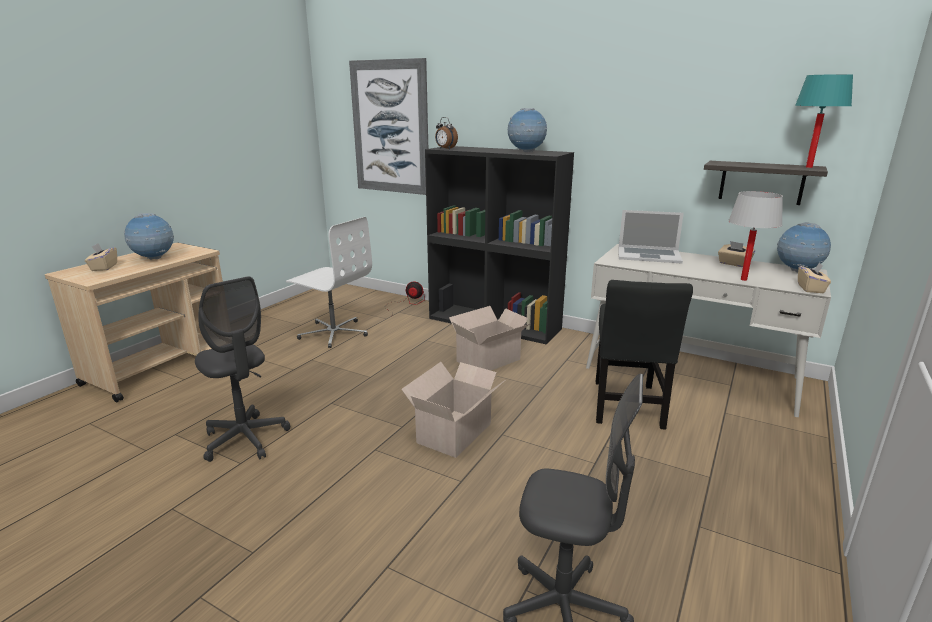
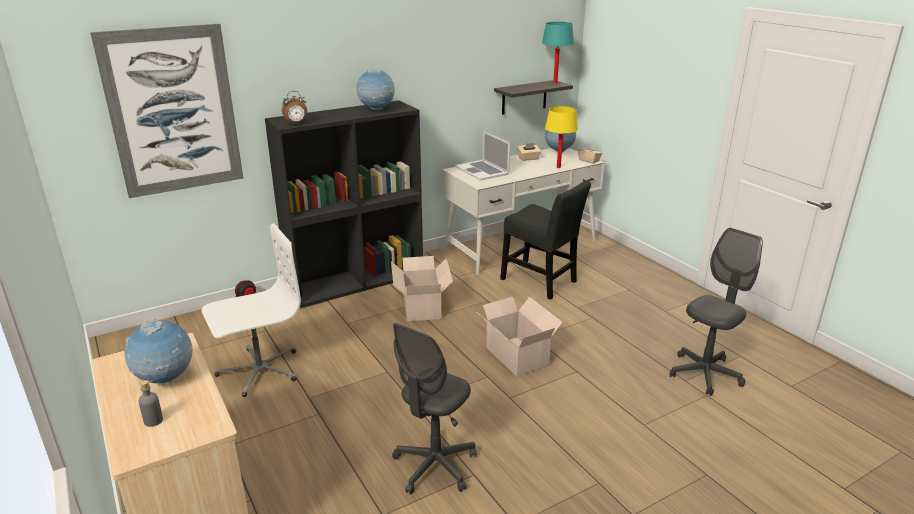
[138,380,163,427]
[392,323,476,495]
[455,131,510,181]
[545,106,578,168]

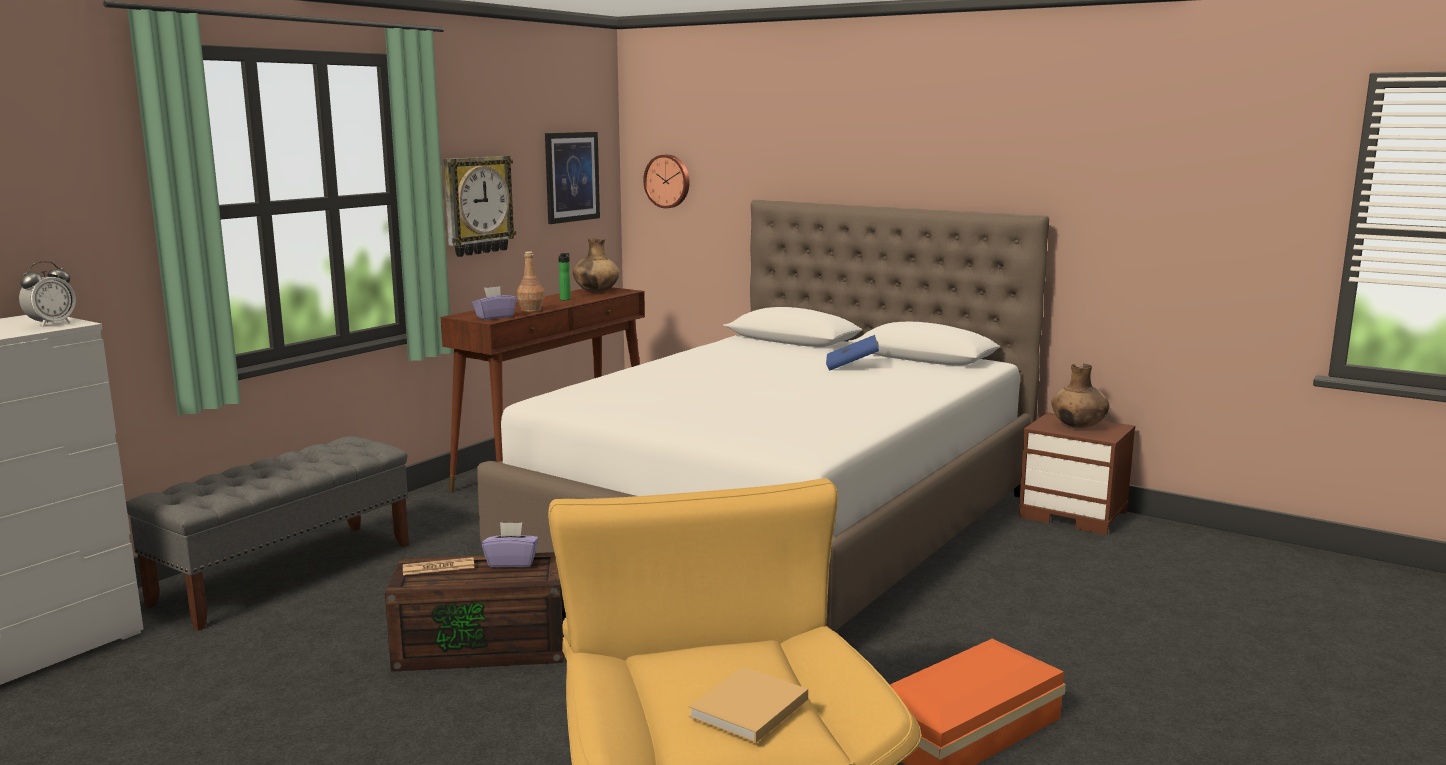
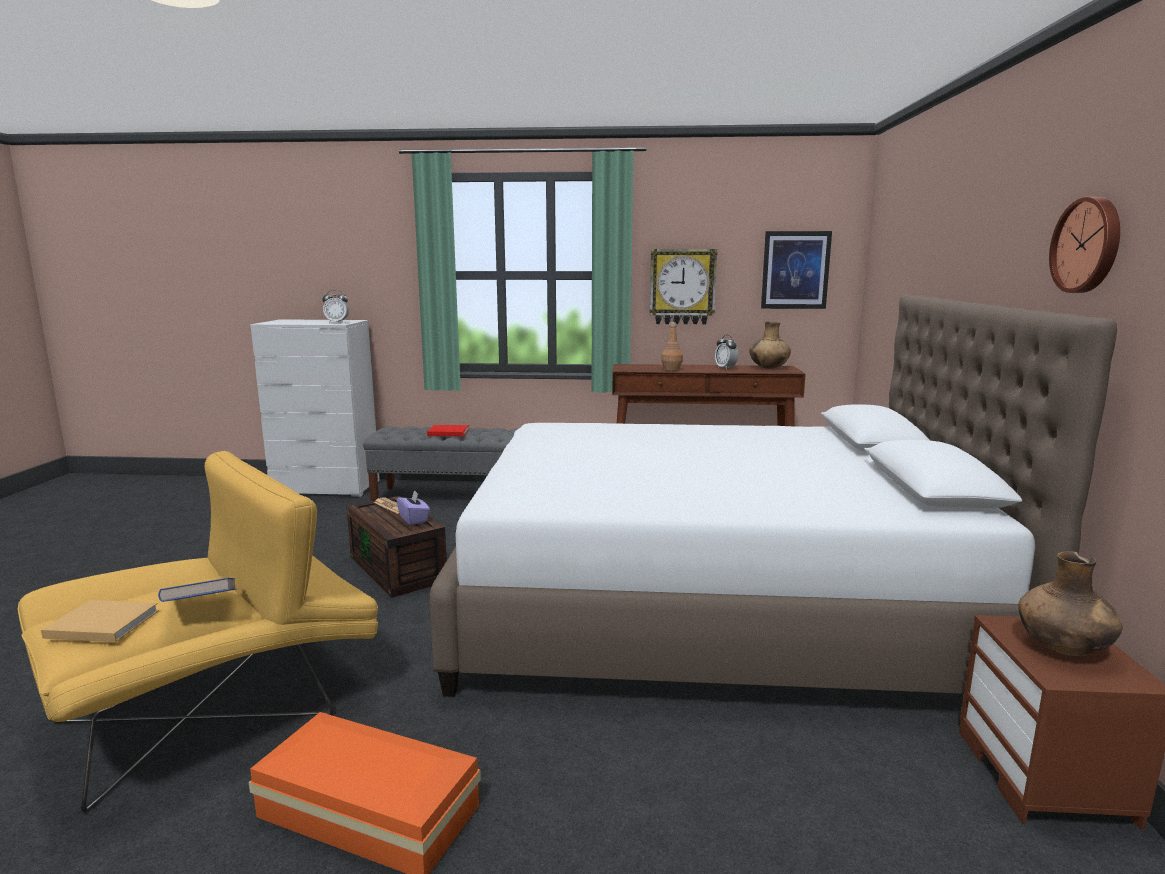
[158,578,236,602]
[427,425,469,436]
[715,335,738,370]
[1049,197,1120,293]
[472,286,516,320] (first image)

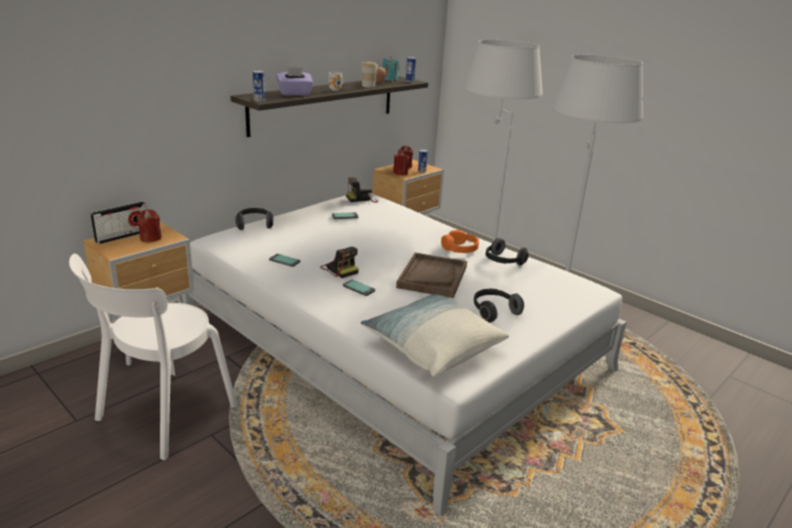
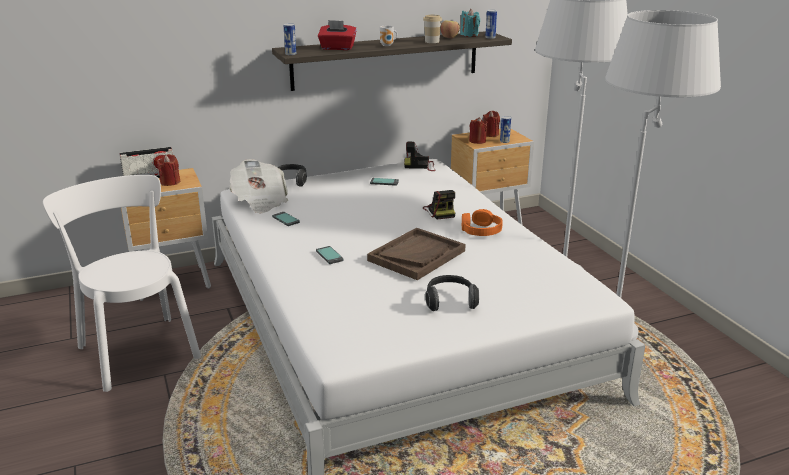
[43,175,201,392]
[229,159,288,214]
[318,20,357,50]
[423,190,456,220]
[361,294,509,377] (first image)
[485,238,529,266] (first image)

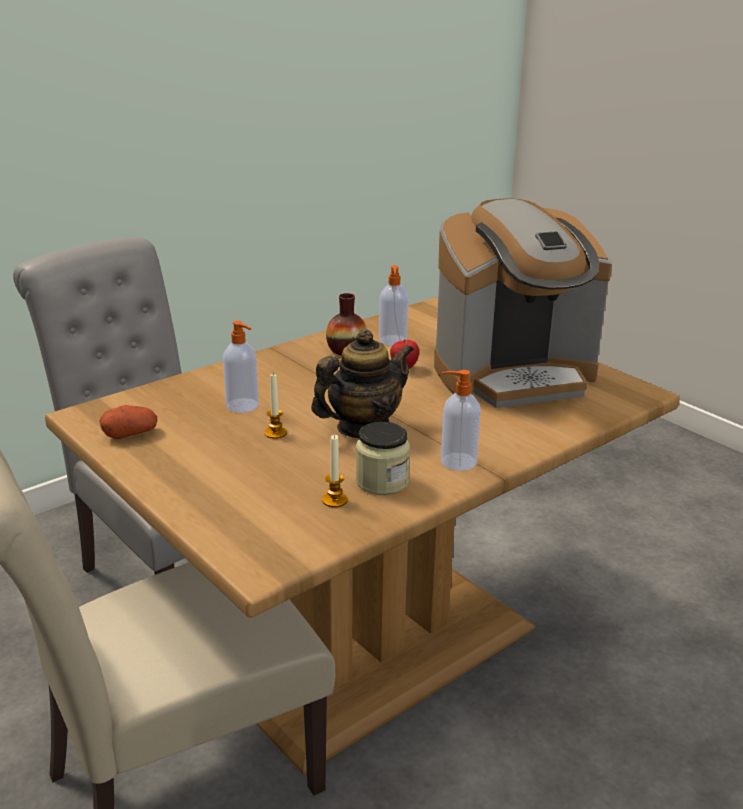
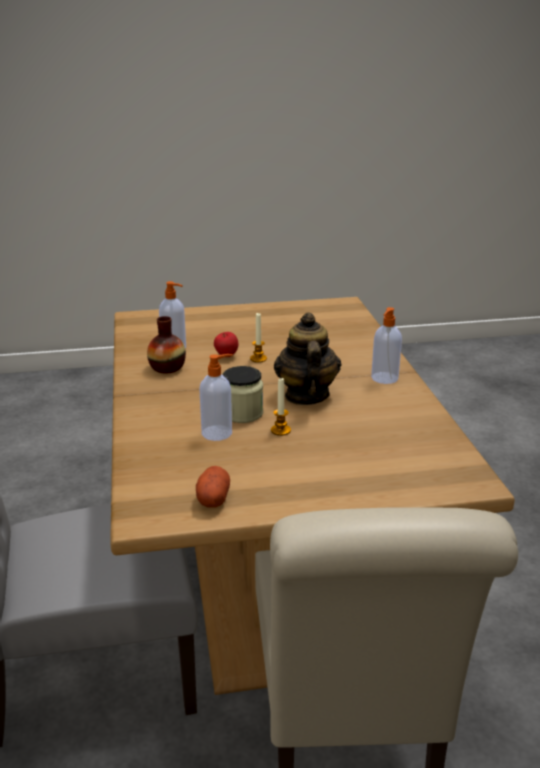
[223,366,263,423]
[250,313,267,363]
[434,199,612,408] (first image)

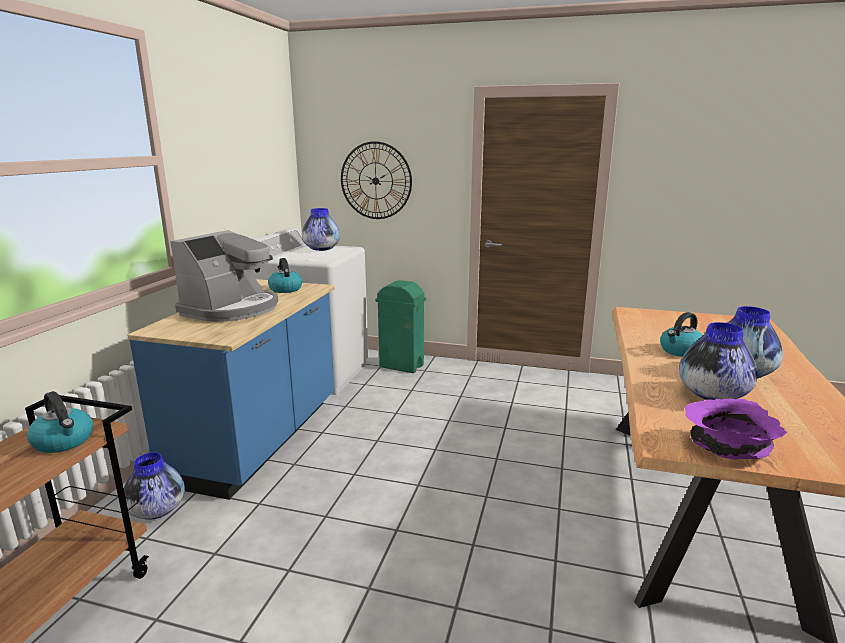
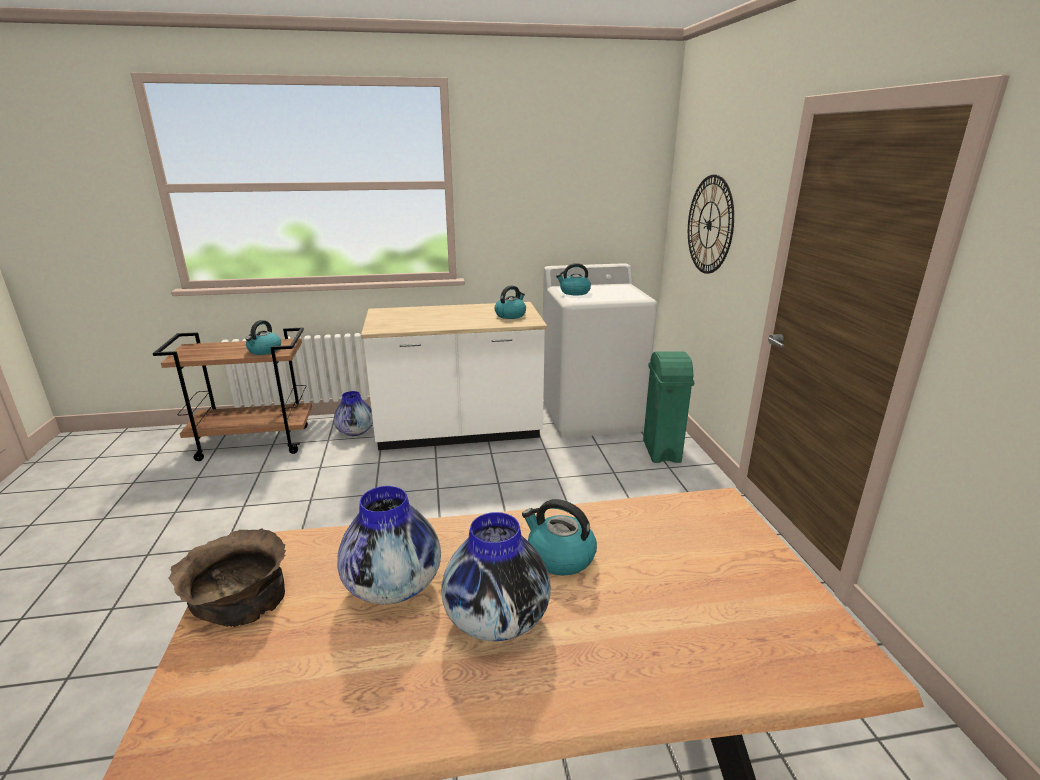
[168,528,286,627]
[361,302,547,450]
[556,263,591,295]
[170,230,278,322] (first image)
[302,208,340,251] (first image)

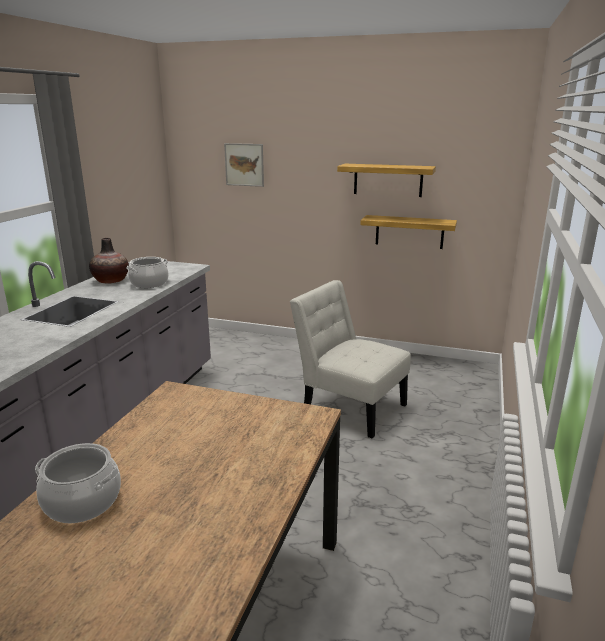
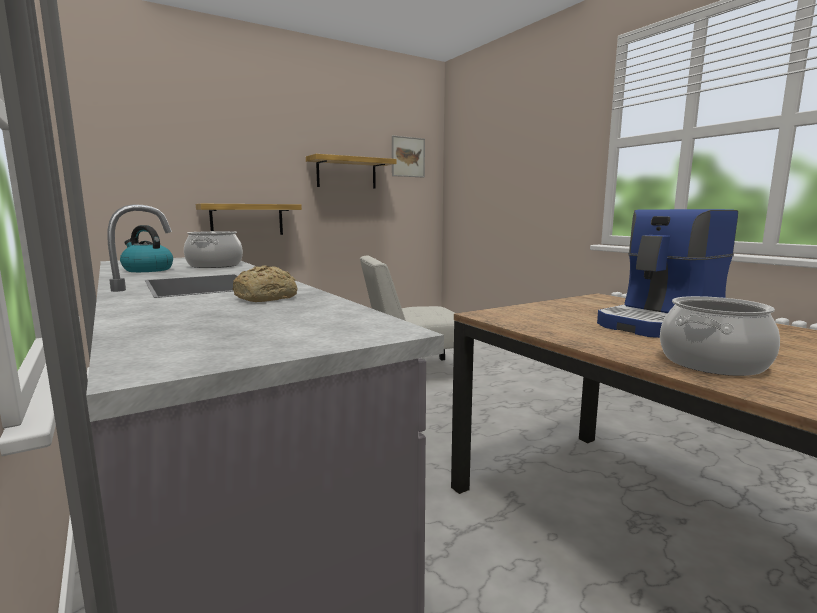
[120,225,173,272]
[196,204,302,235]
[233,265,298,302]
[392,135,425,178]
[597,209,738,338]

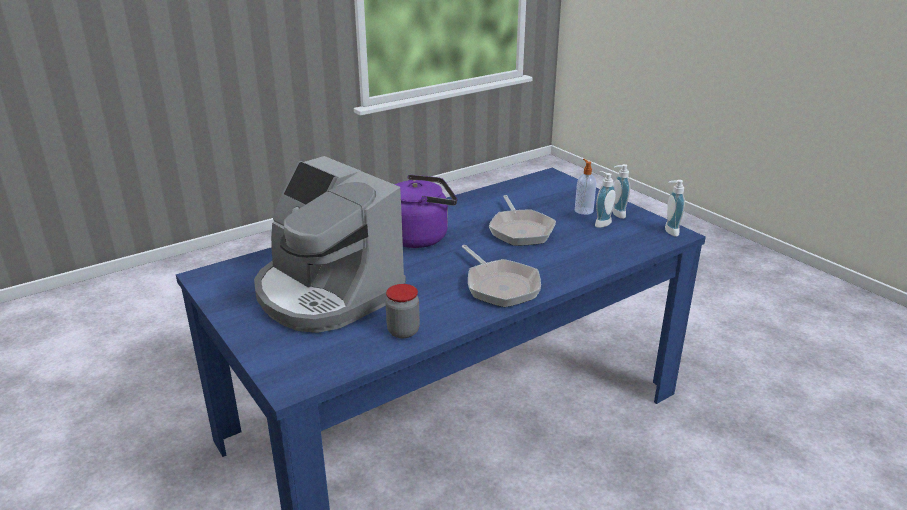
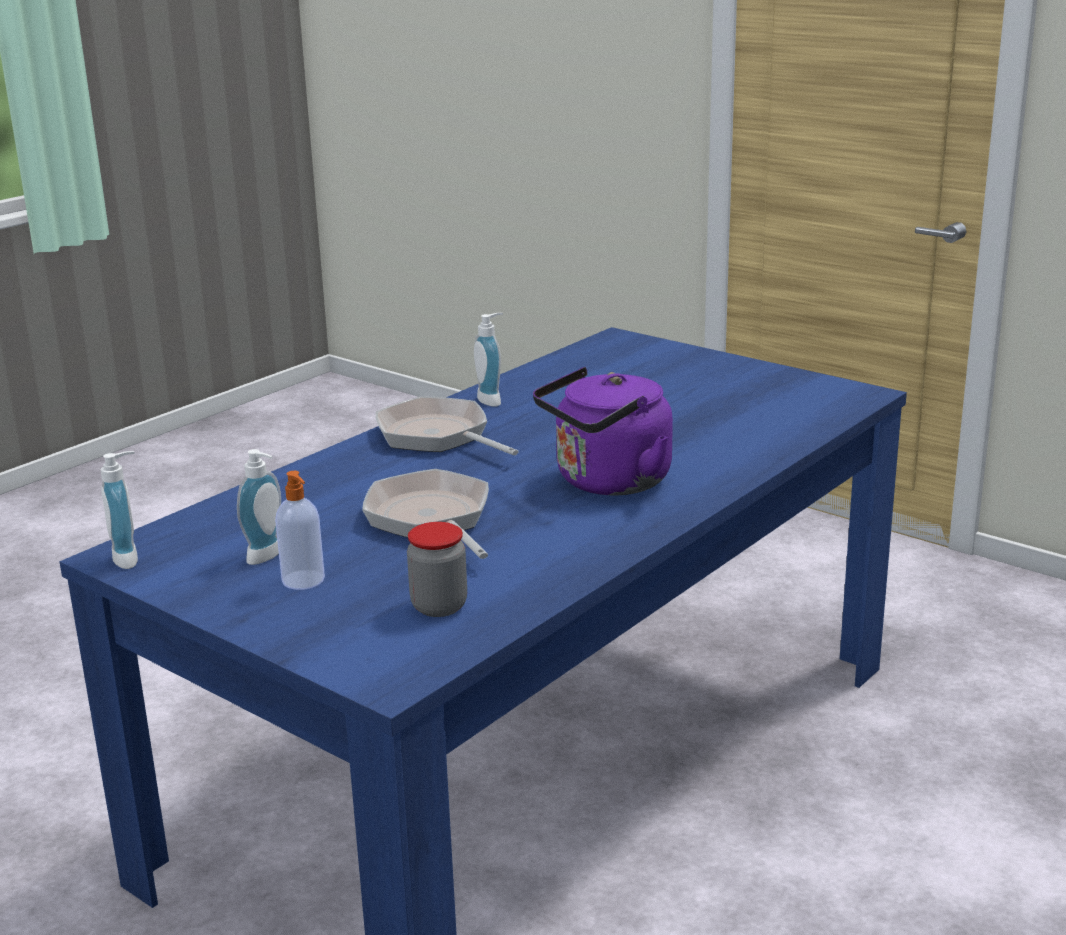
[407,522,467,617]
[474,313,503,407]
[254,156,406,333] (first image)

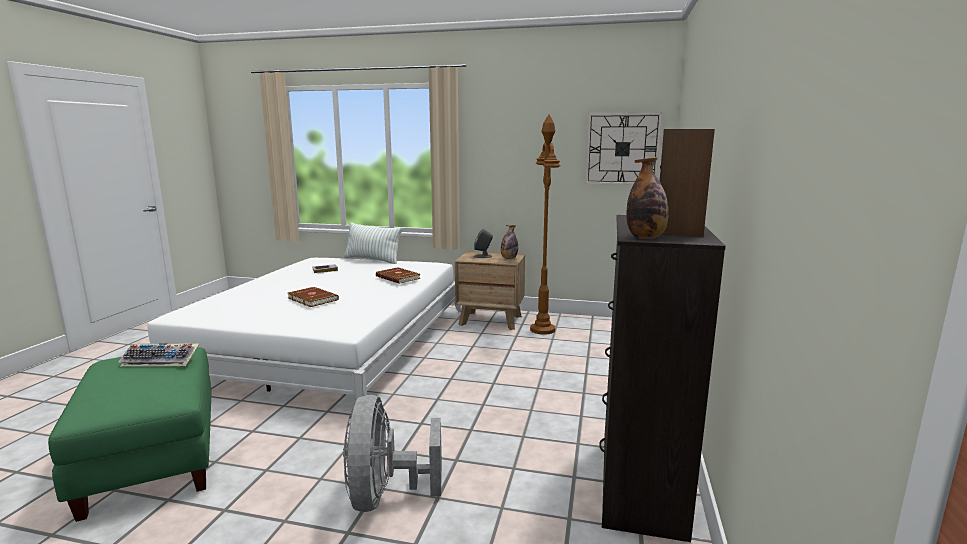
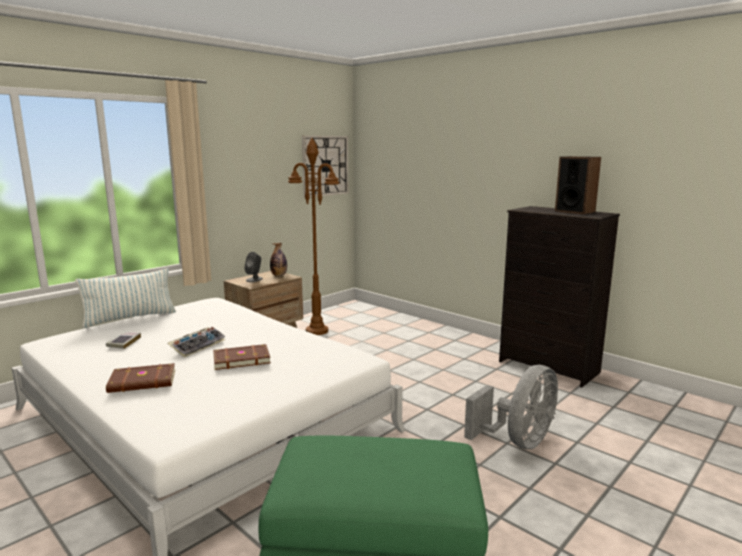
[106,363,175,393]
[167,327,225,358]
[464,365,558,450]
[626,157,669,239] (first image)

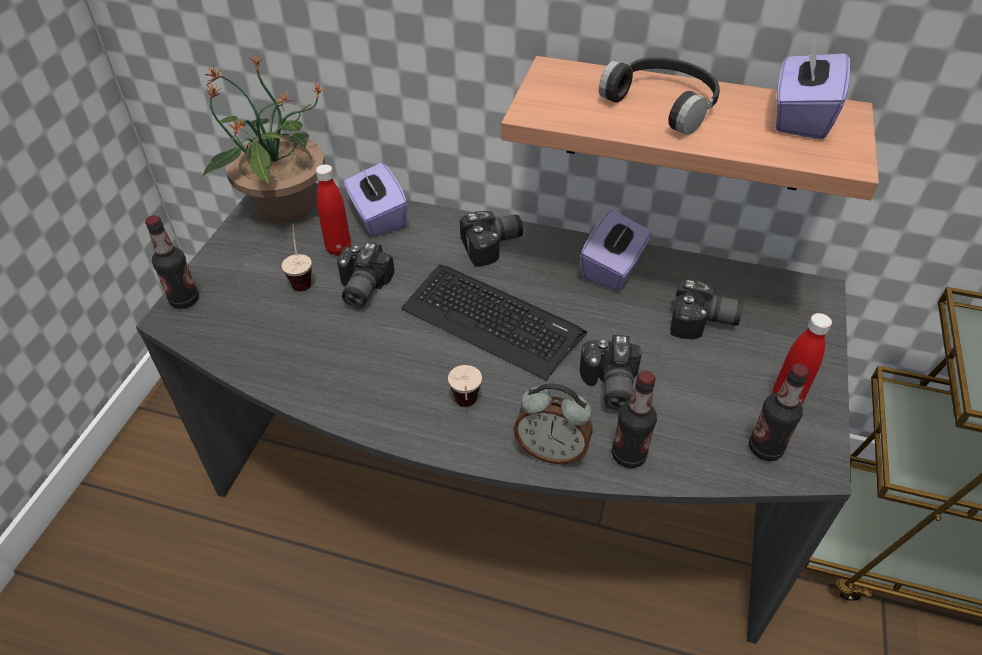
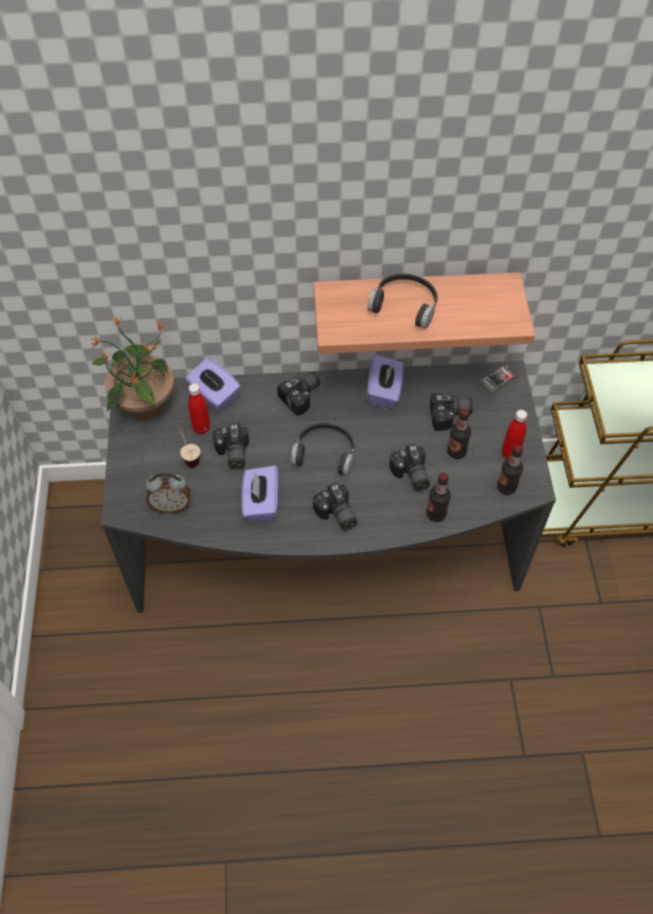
[146,473,191,513]
[242,466,278,522]
[291,423,355,476]
[313,482,357,530]
[447,408,471,459]
[480,364,518,393]

